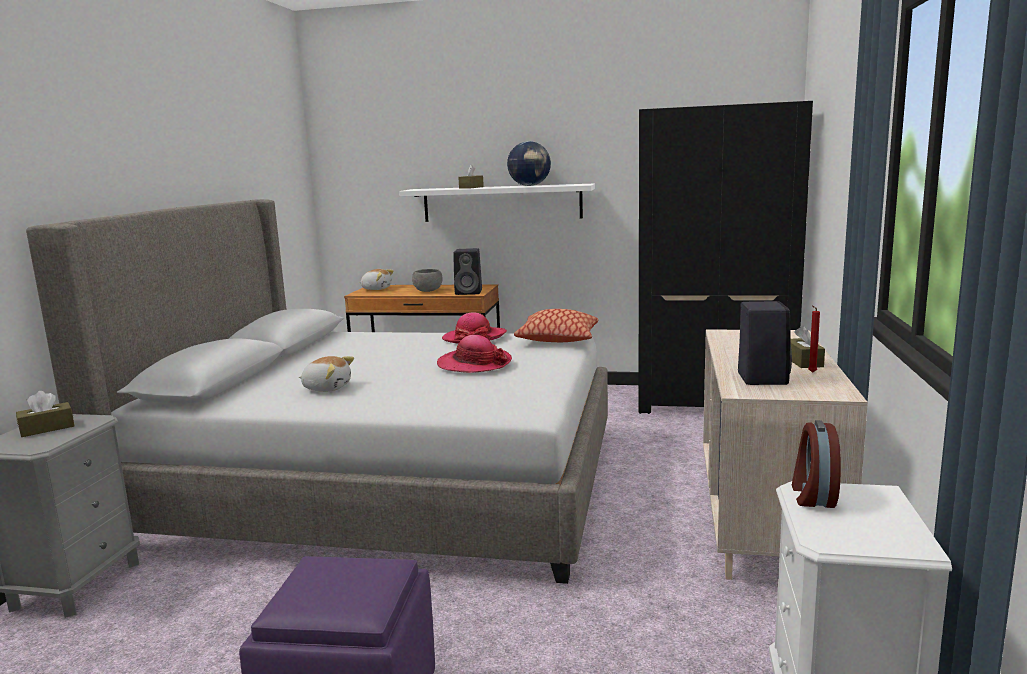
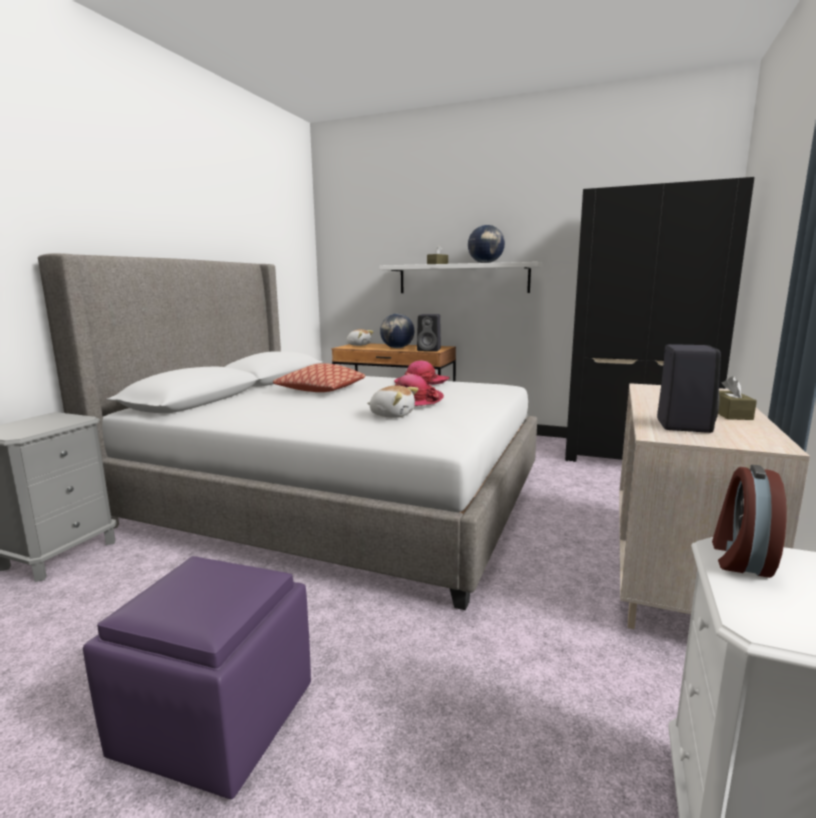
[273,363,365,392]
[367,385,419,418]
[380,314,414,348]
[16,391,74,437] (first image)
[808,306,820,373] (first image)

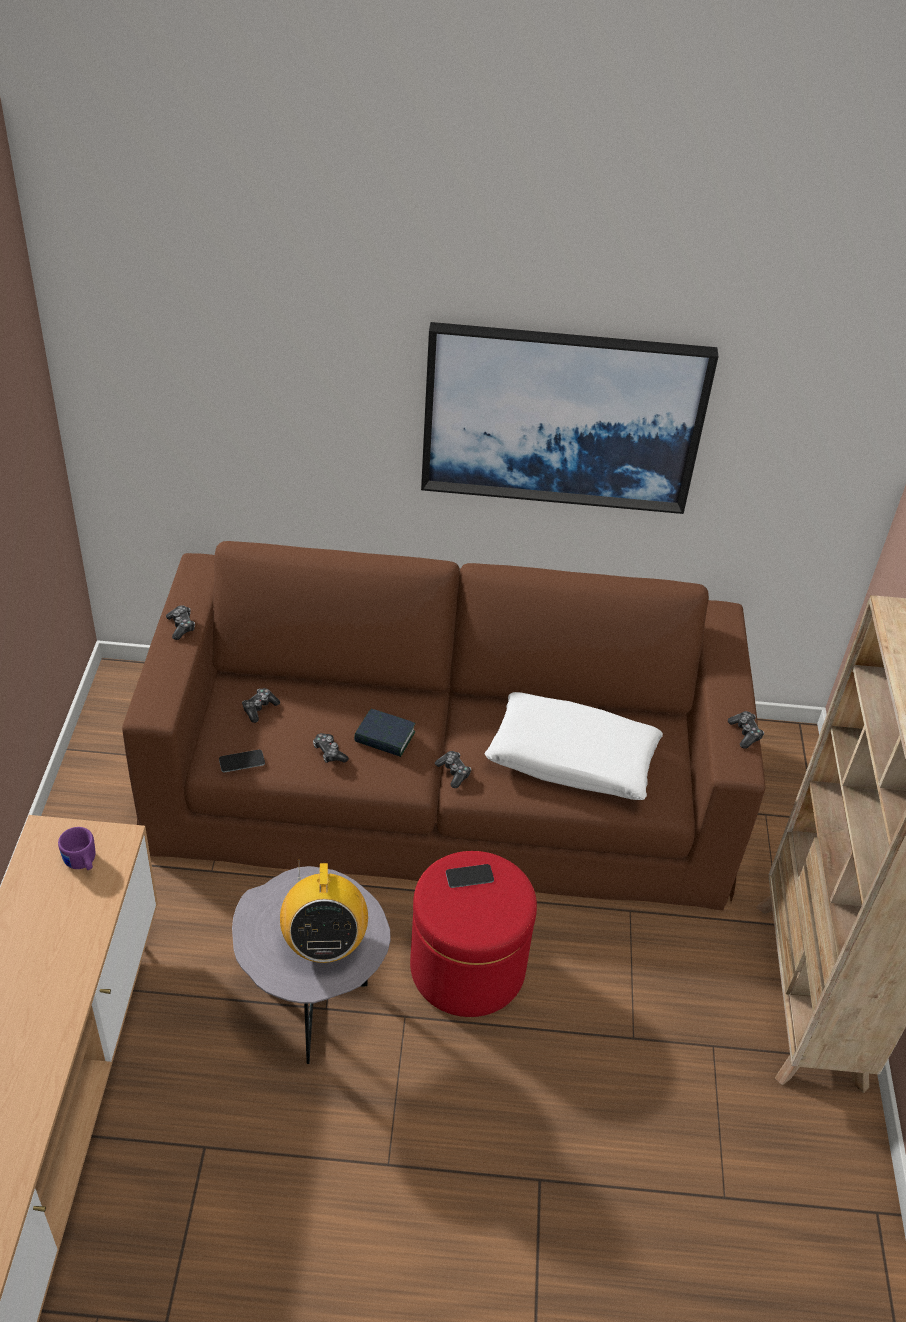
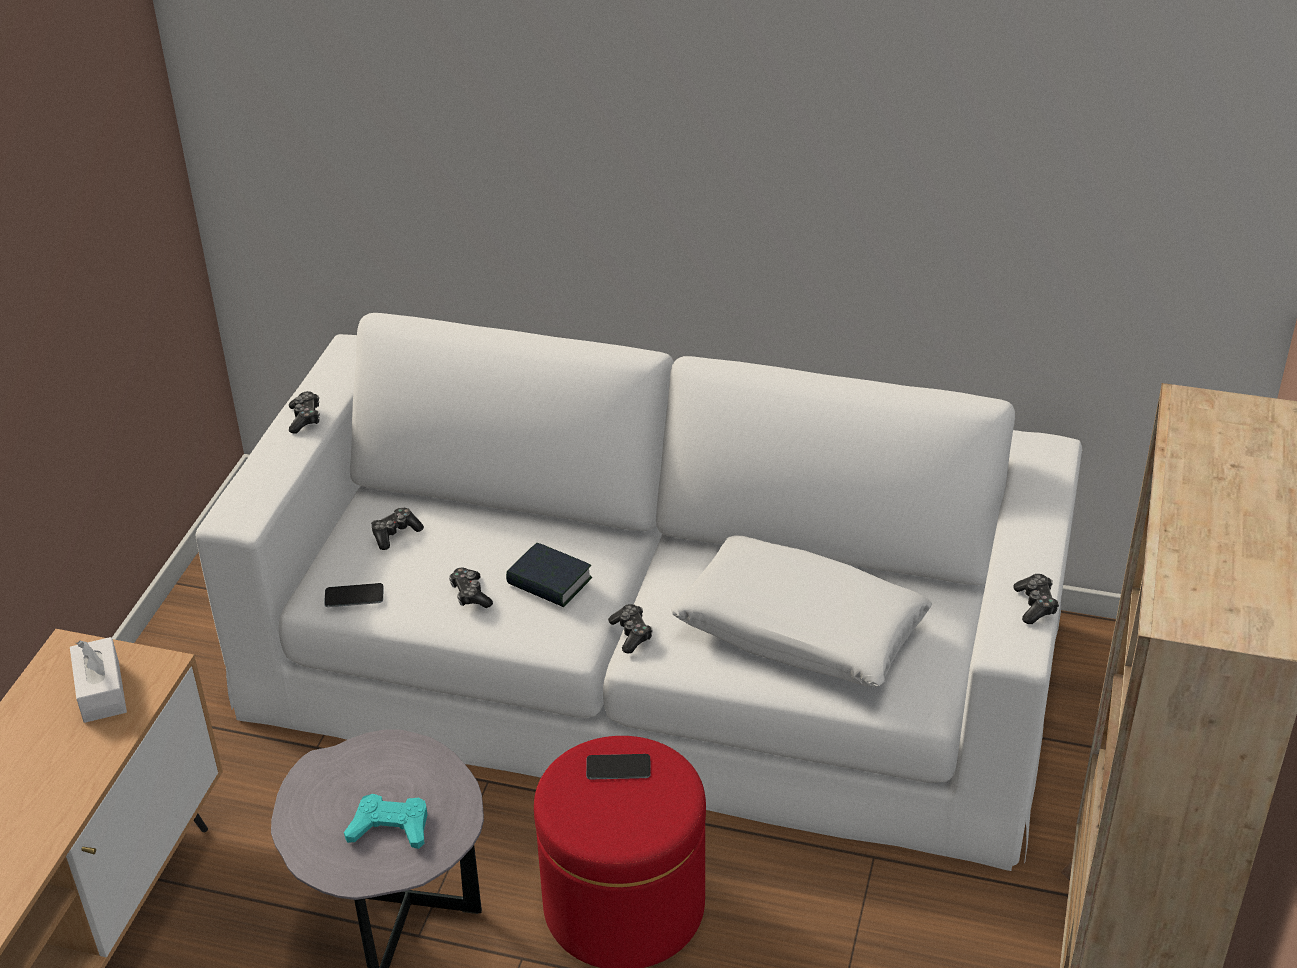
[70,637,127,723]
[196,313,1082,871]
[344,794,428,849]
[421,322,719,514] (first image)

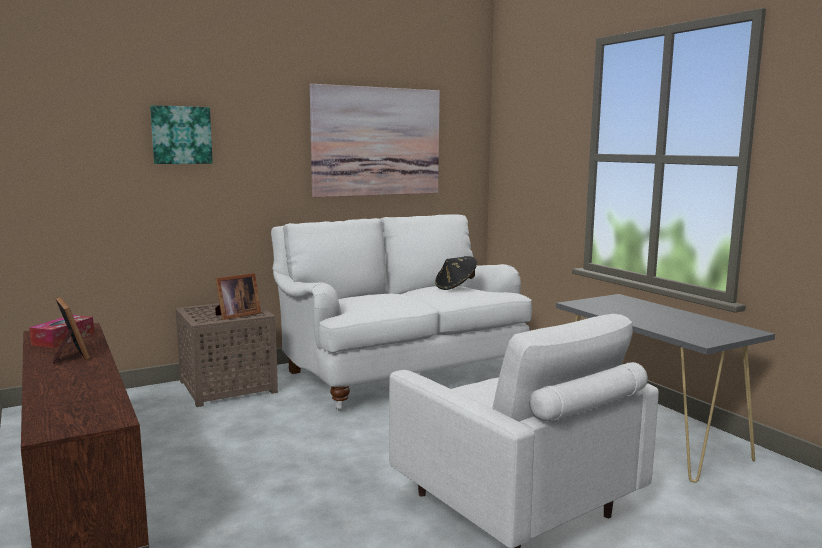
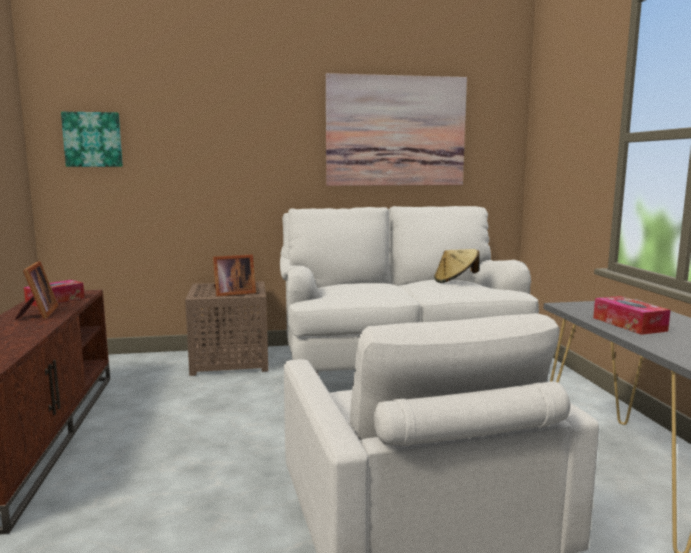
[61,112,123,167]
[434,249,479,283]
[593,296,671,335]

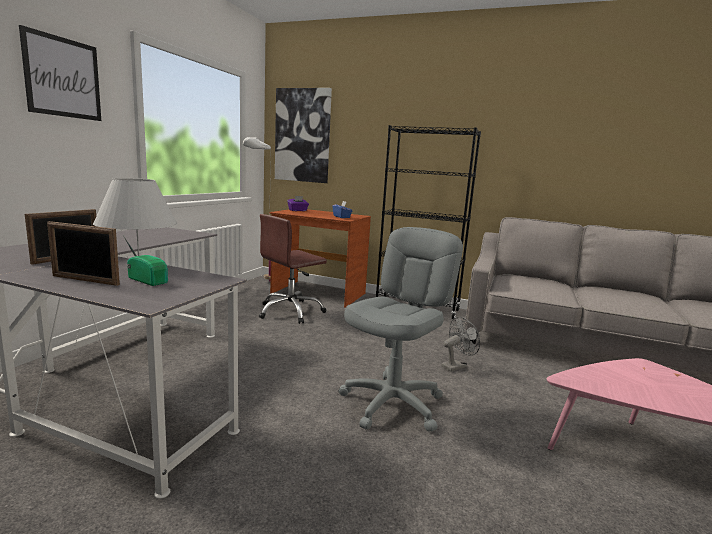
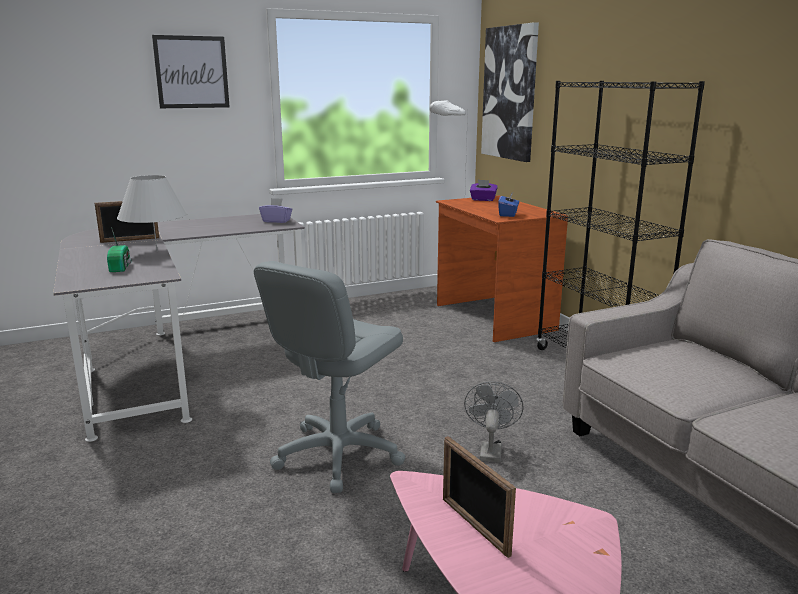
[254,261,405,493]
[259,198,293,223]
[443,436,516,558]
[464,381,524,462]
[259,214,327,324] (first image)

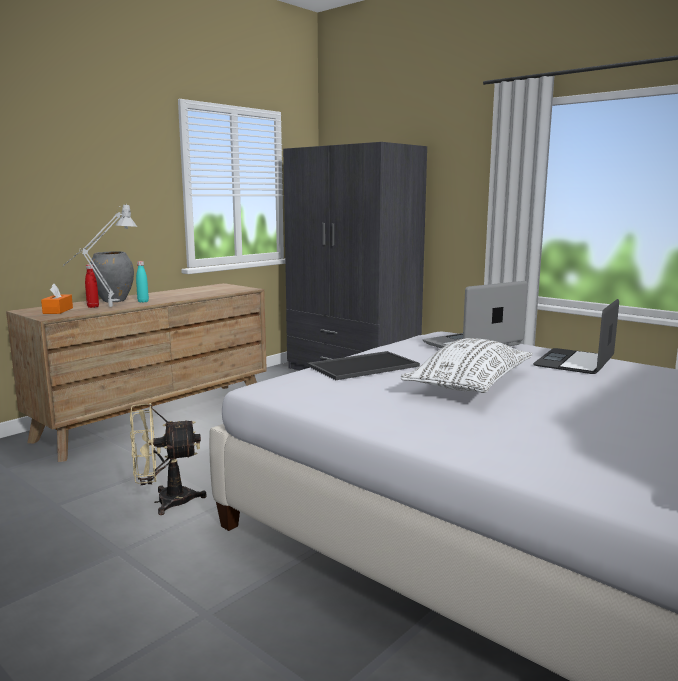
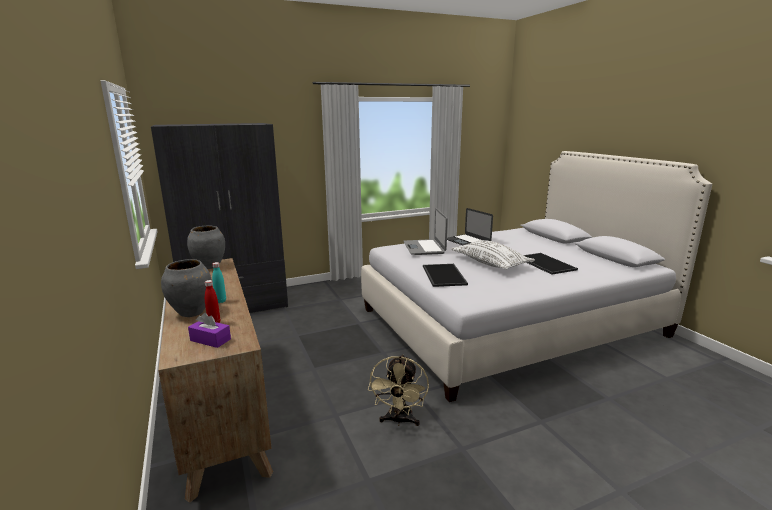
[187,226,225,269]
[188,313,231,348]
[523,253,578,275]
[63,205,137,307] (first image)

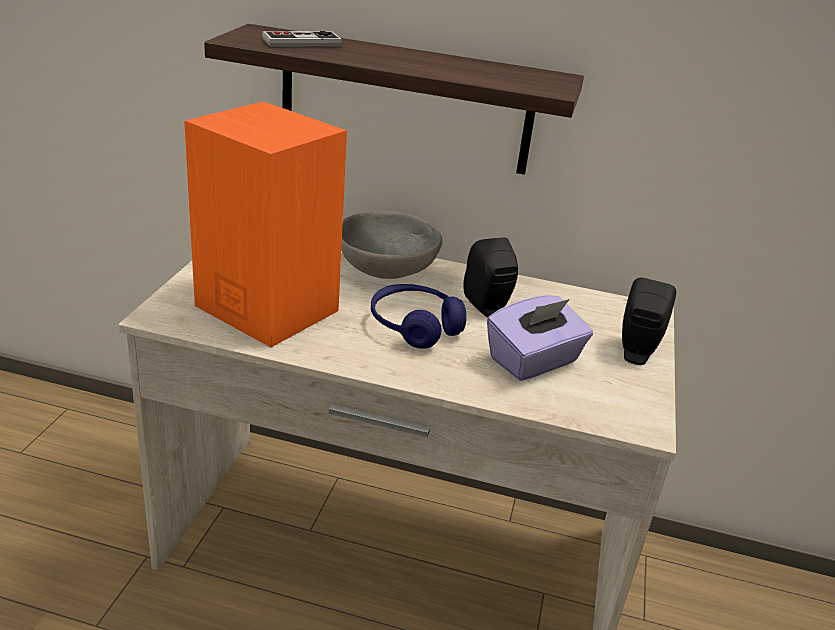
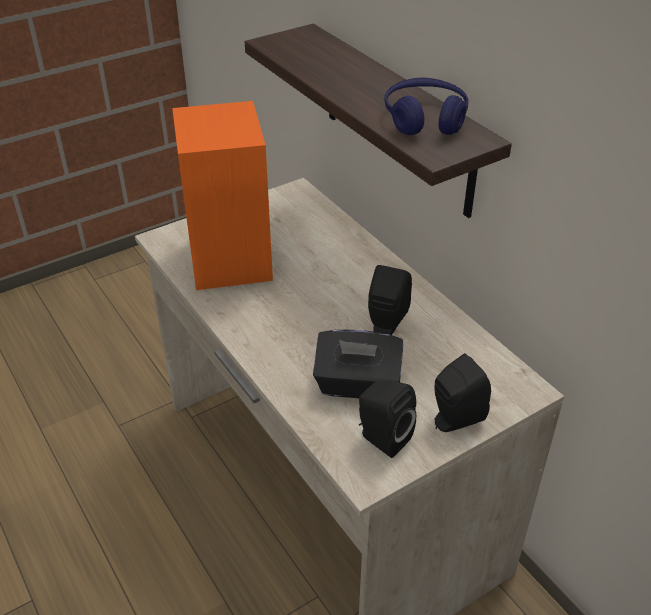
[313,330,403,398]
[359,381,416,458]
[385,77,469,135]
[262,31,342,47] (first image)
[341,211,443,279] (first image)

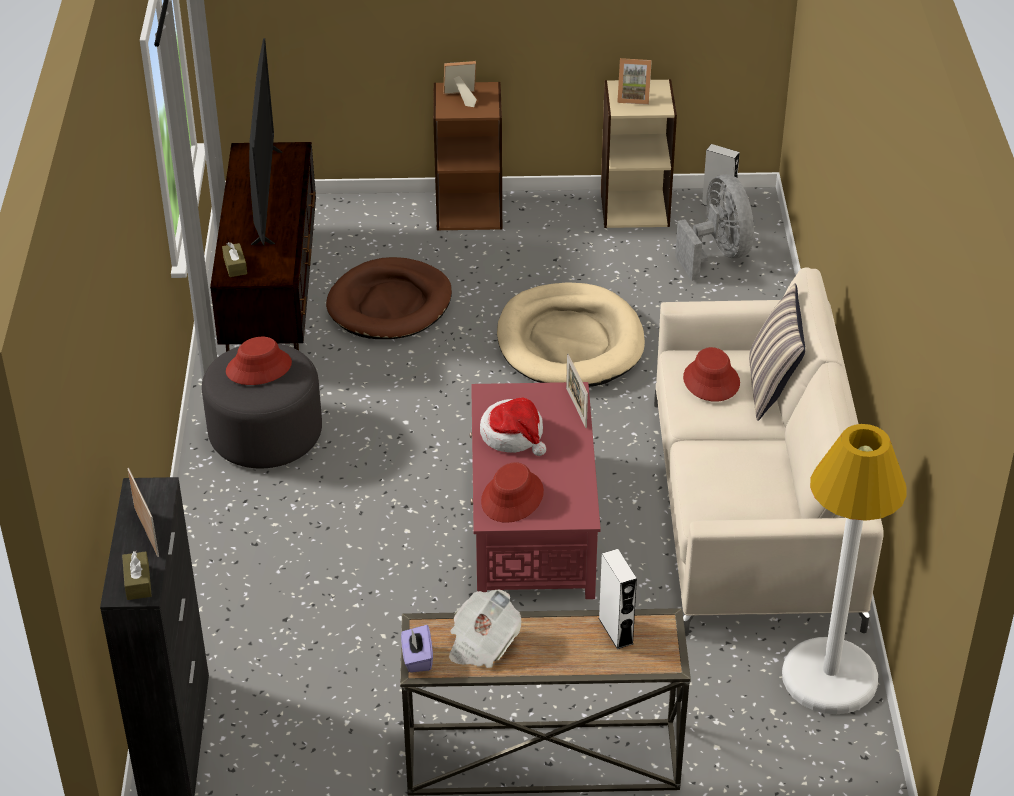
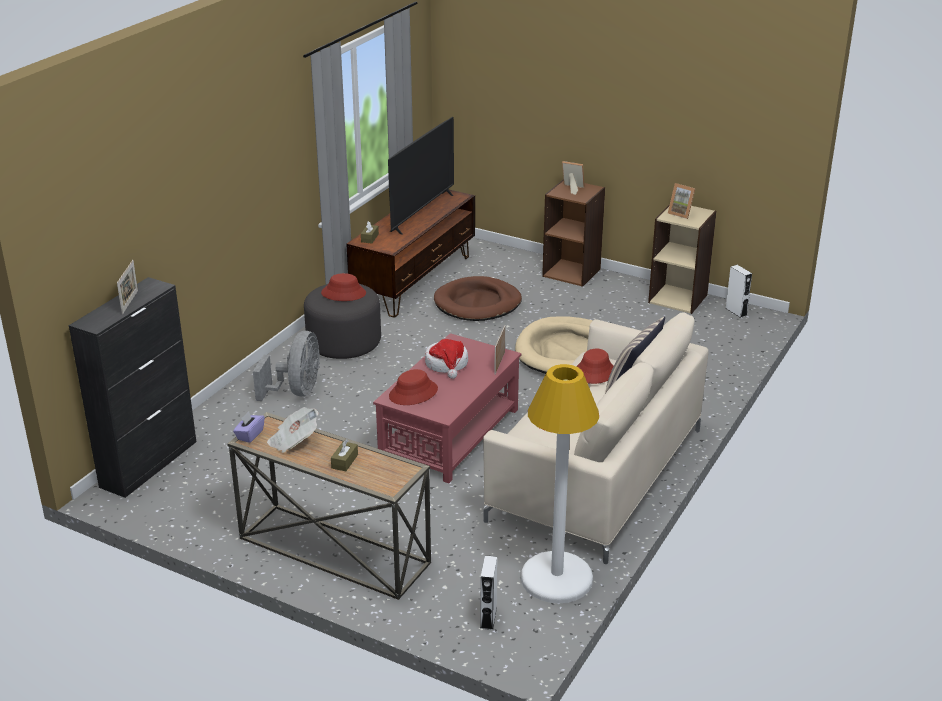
[253,331,320,401]
[331,439,358,471]
[480,556,497,630]

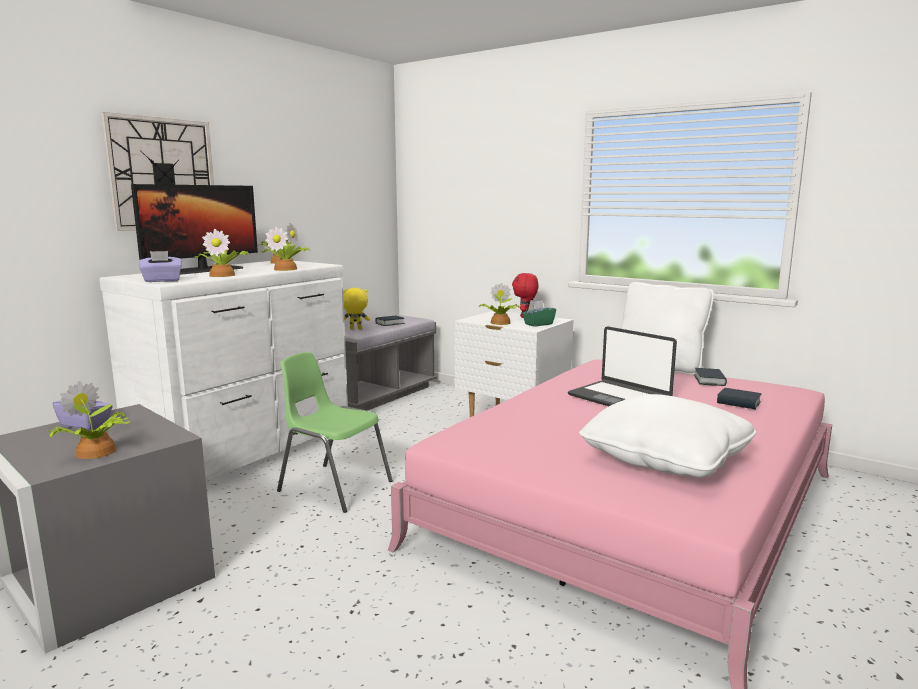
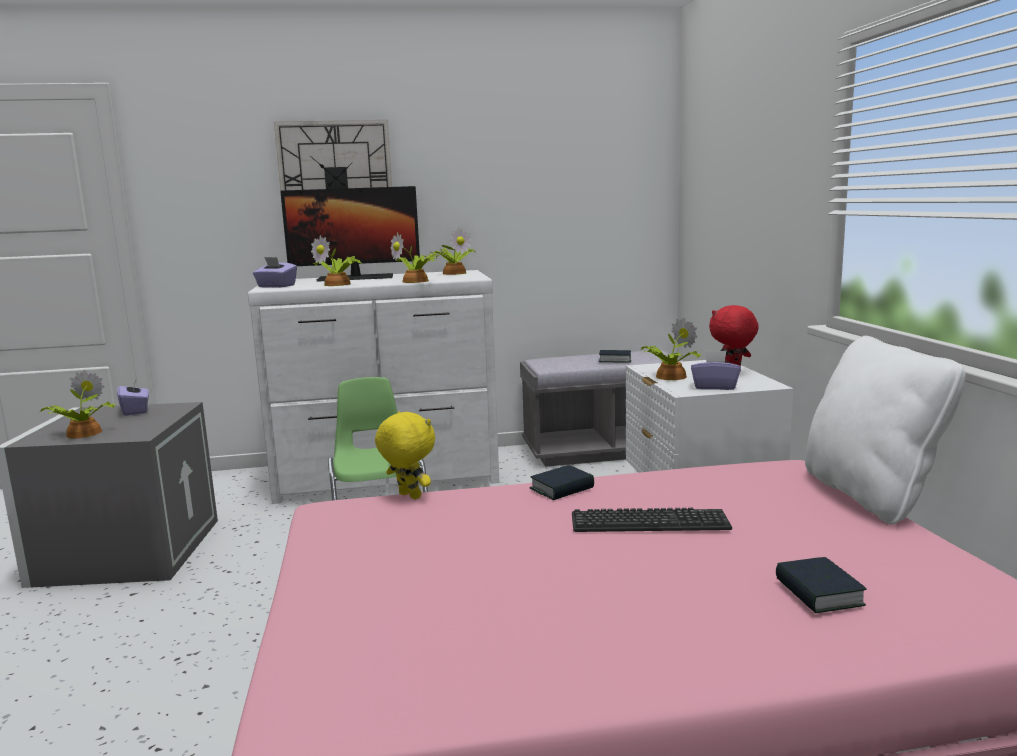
[375,411,435,500]
[530,465,594,500]
[572,508,732,532]
[691,350,741,390]
[579,394,757,478] (first image)

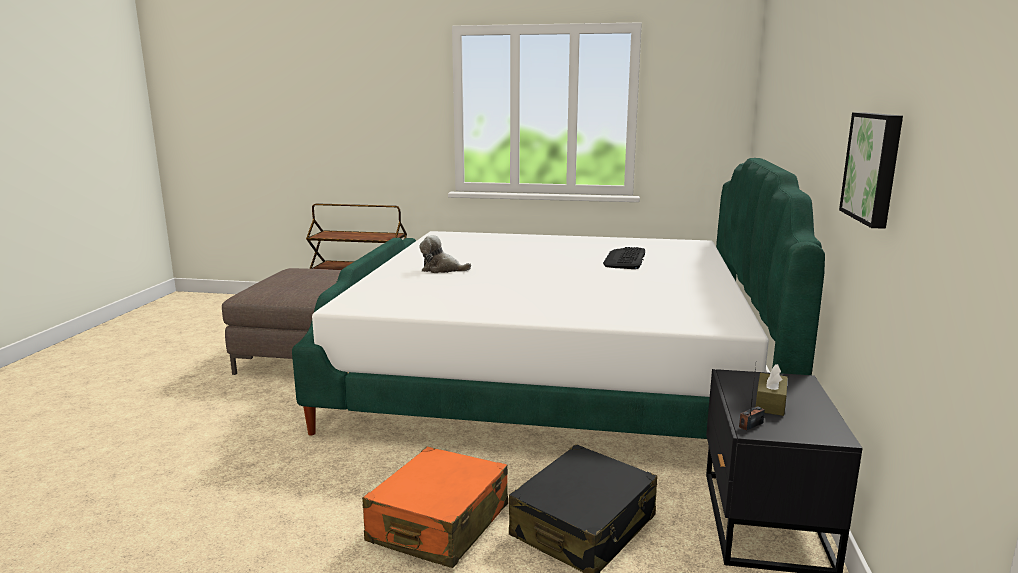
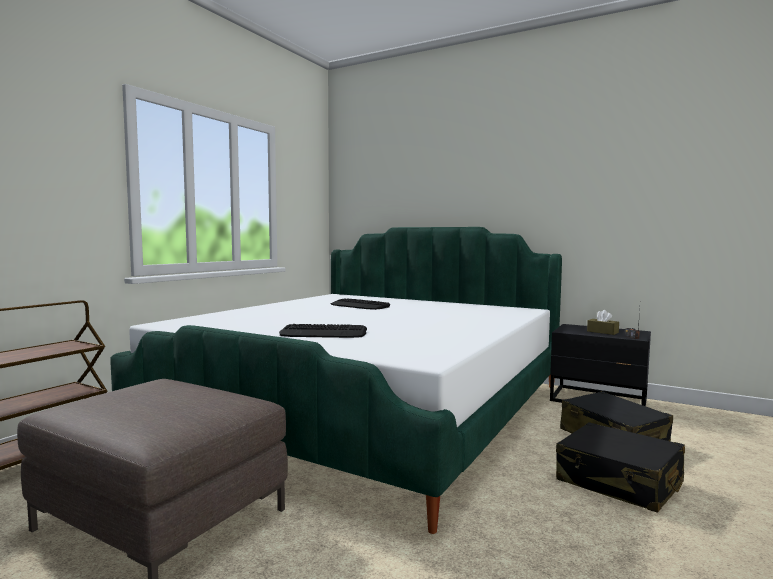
[279,324,367,338]
[556,422,685,513]
[839,112,903,229] (first image)

